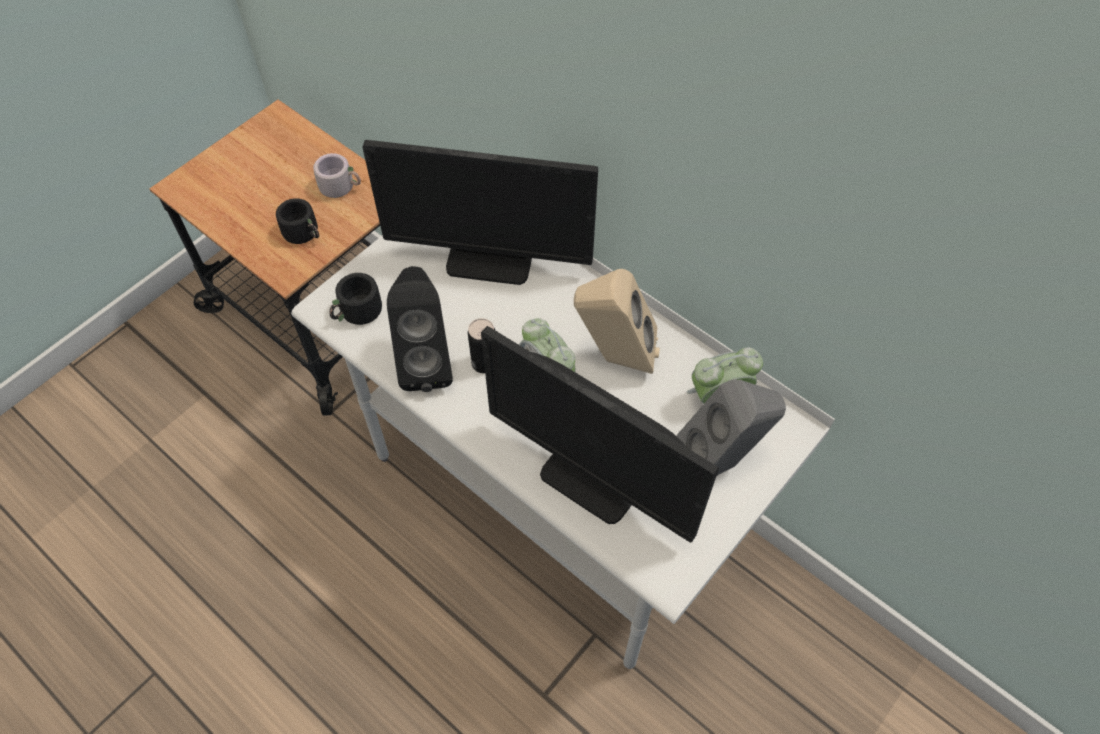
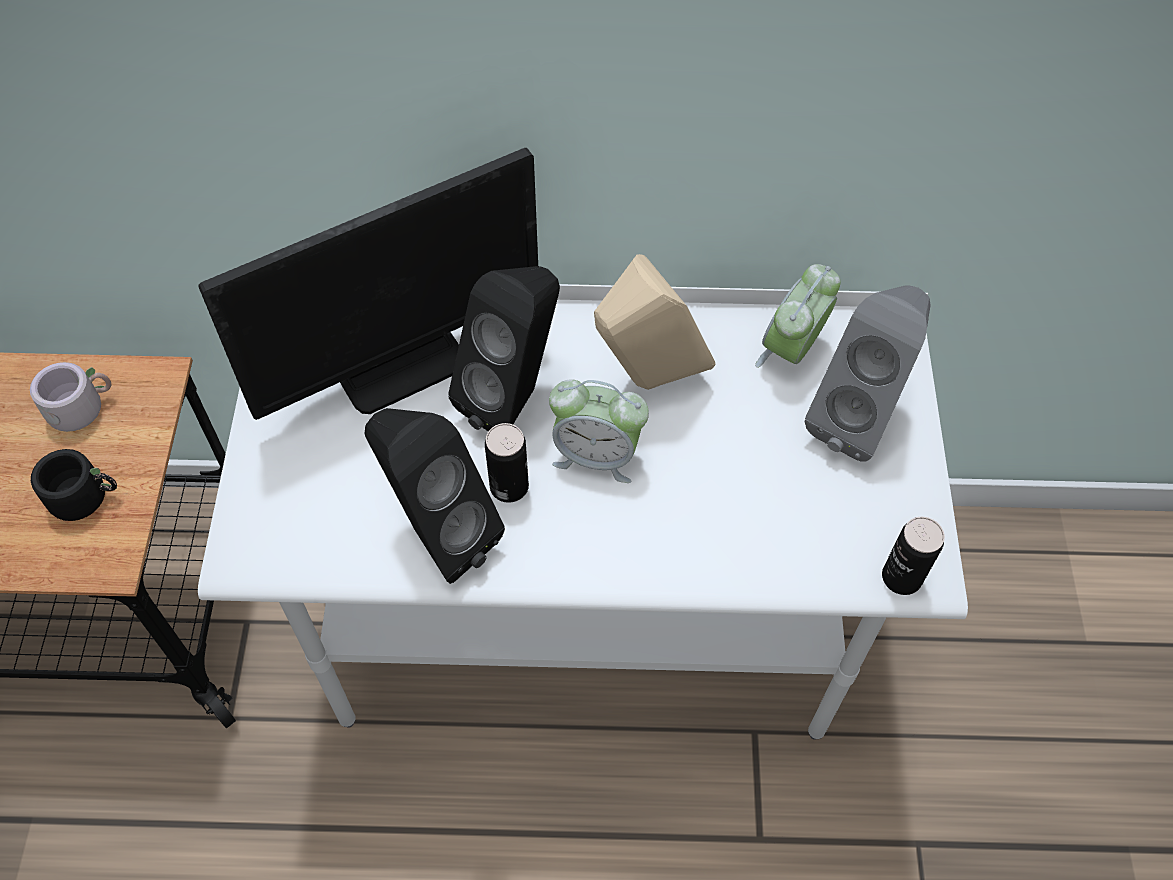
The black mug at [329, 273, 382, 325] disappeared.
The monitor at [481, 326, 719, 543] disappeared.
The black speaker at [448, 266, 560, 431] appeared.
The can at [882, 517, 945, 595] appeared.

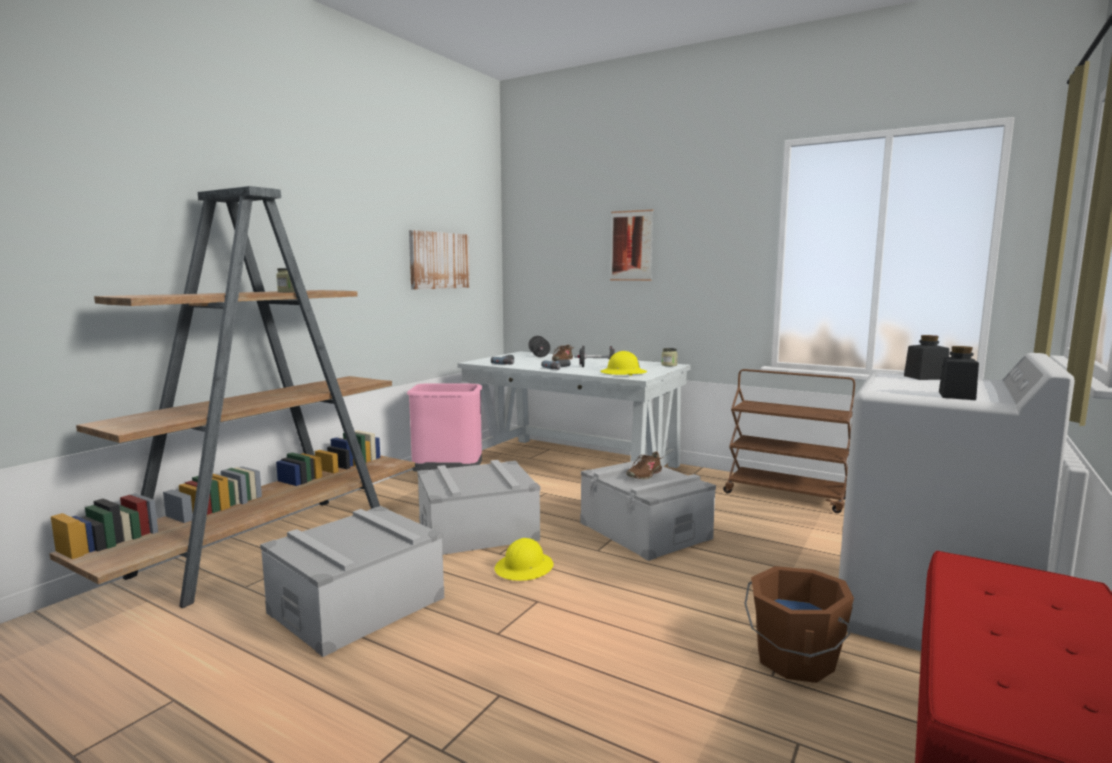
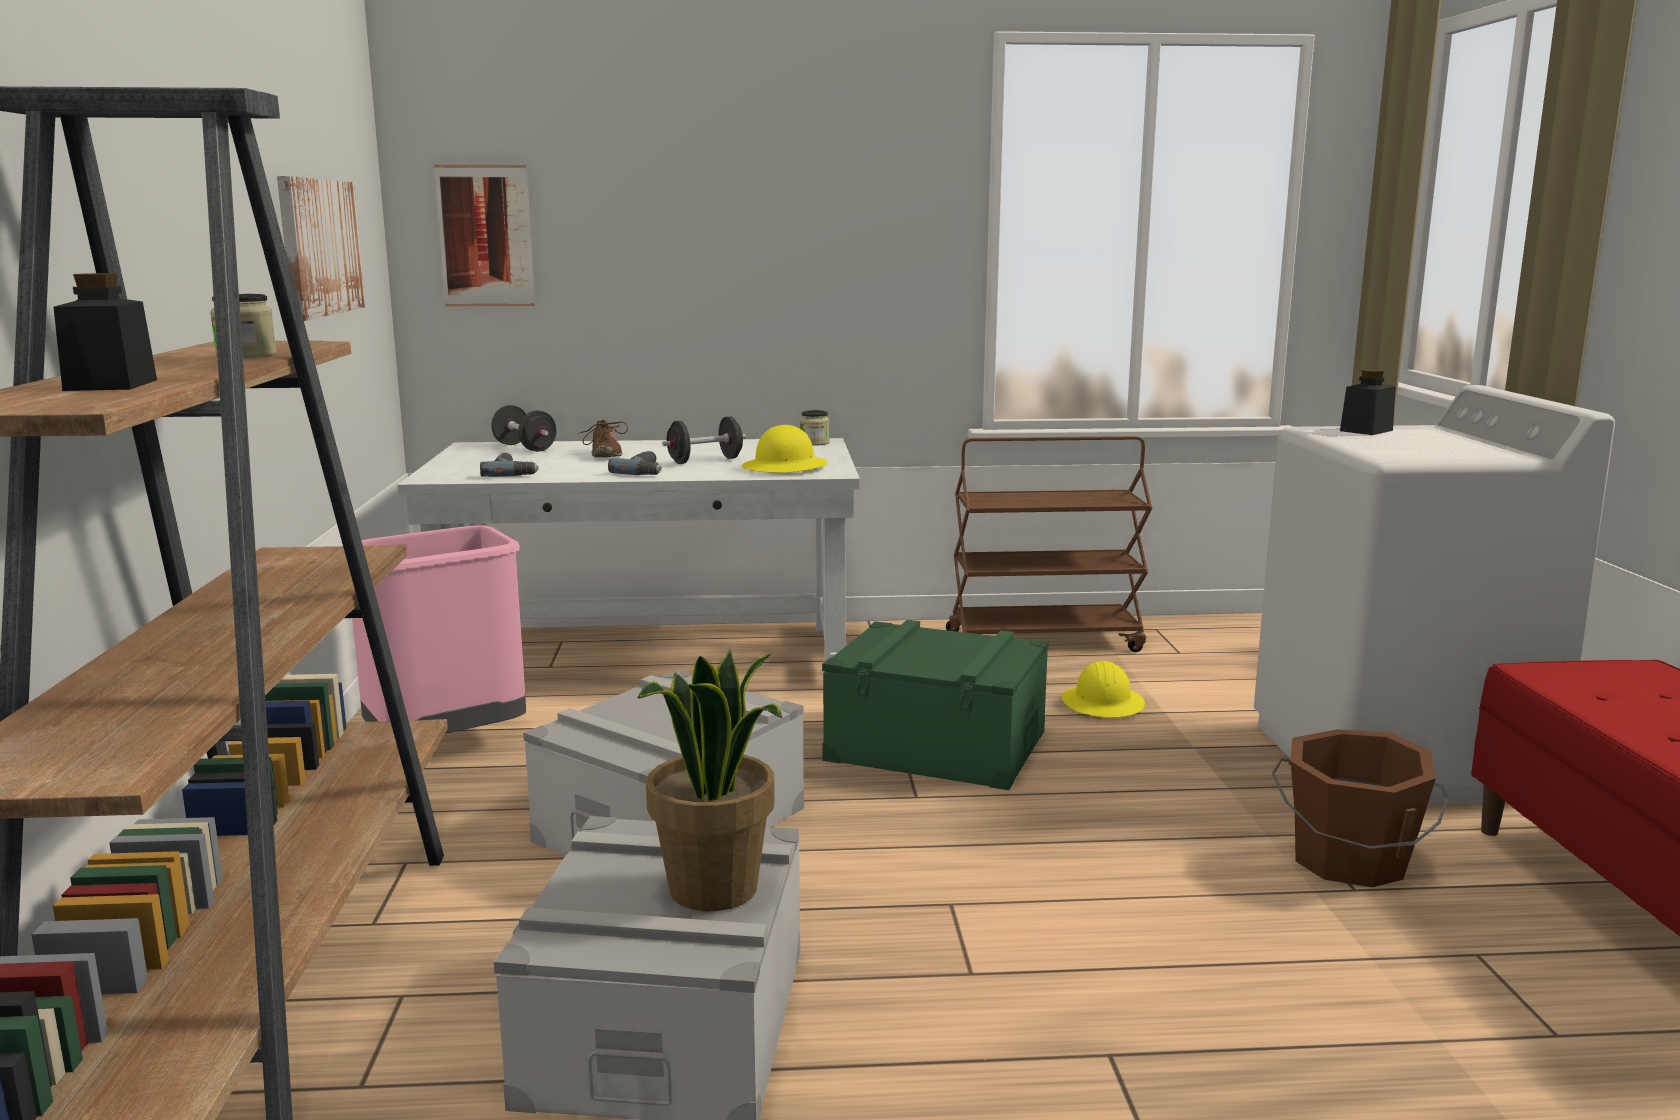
The yellow hard hat moved from [494, 538, 554, 581] to [1062, 661, 1145, 718].
The grey storage box at [580, 459, 716, 561] became the green storage box at [822, 620, 1049, 790].
The picture moved from [610, 210, 653, 281] to [434, 165, 535, 306].
The brown shoe at [626, 451, 663, 479] disappeared.
The black jar moved from [939, 346, 979, 400] to [54, 273, 157, 391].
The potted plant at [637, 650, 782, 911] appeared.

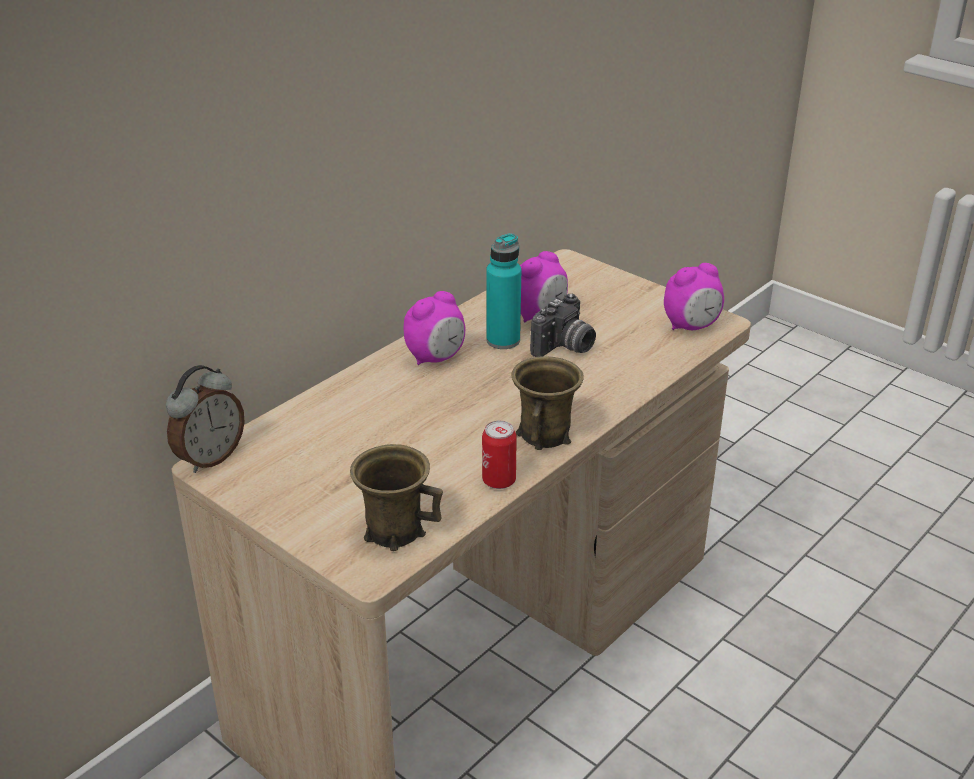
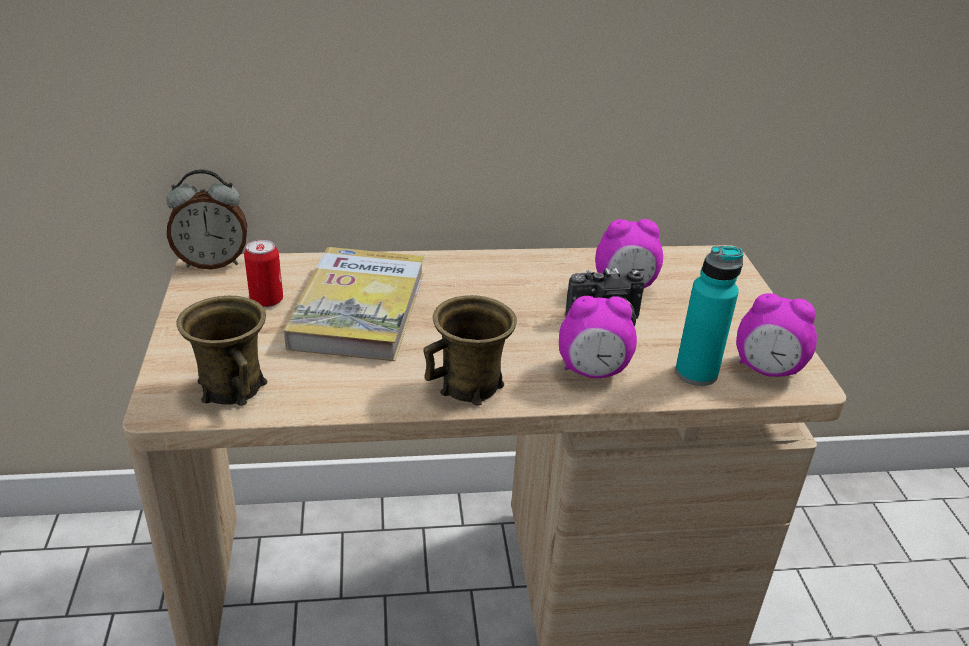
The alarm clock moved from [404, 291, 465, 365] to [559, 296, 637, 378].
The can moved from [482, 420, 517, 489] to [244, 239, 283, 307].
The turquoise bottle moved from [486, 233, 521, 349] to [675, 246, 744, 386].
The book at [284, 247, 424, 361] appeared.

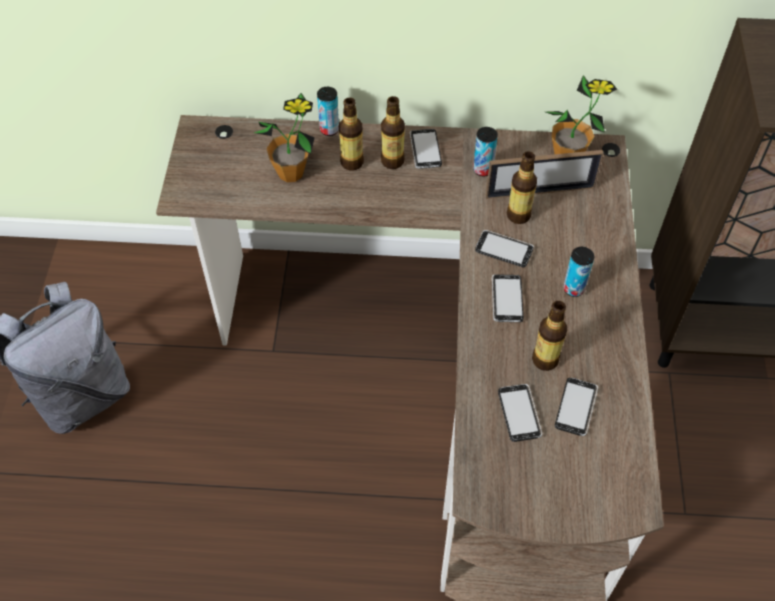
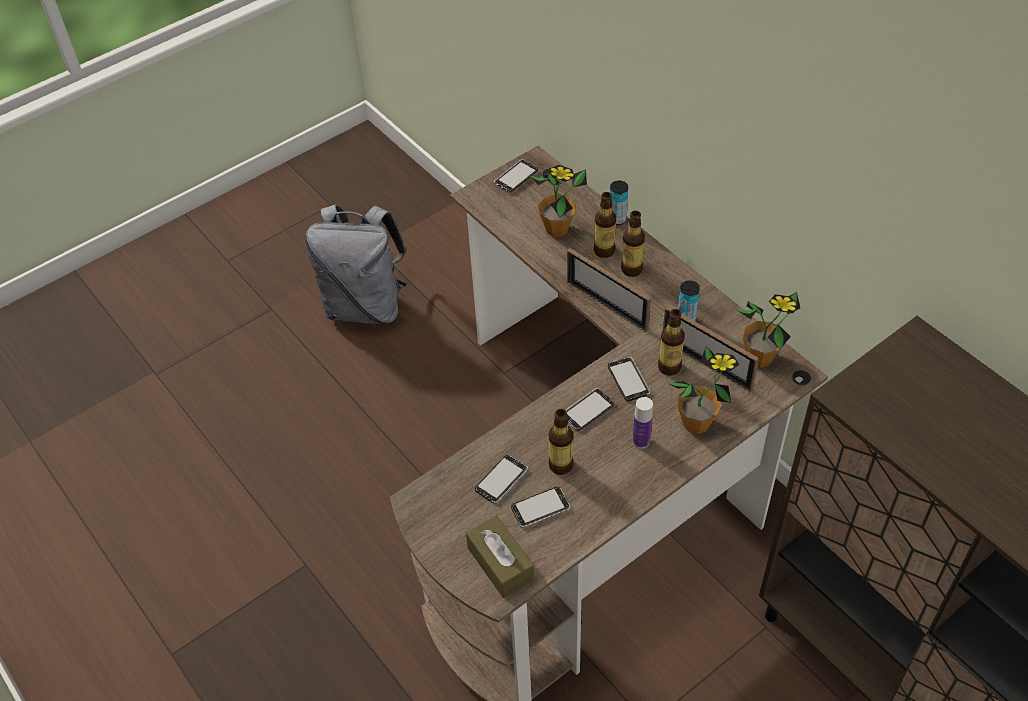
The phone moved from [410, 129, 442, 169] to [494, 160, 538, 192].
The can at [563, 247, 594, 297] was replaced by the bottle at [633, 397, 653, 448].
The brown tissue box at [466, 516, 534, 598] appeared.
The picture frame at [567, 248, 651, 333] appeared.
The potted plant at [668, 346, 740, 434] appeared.

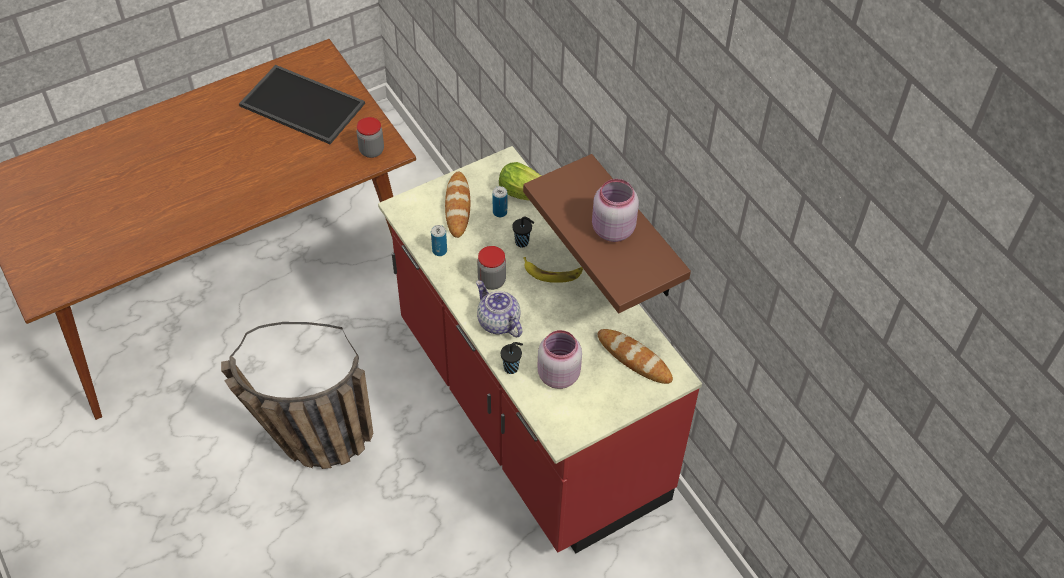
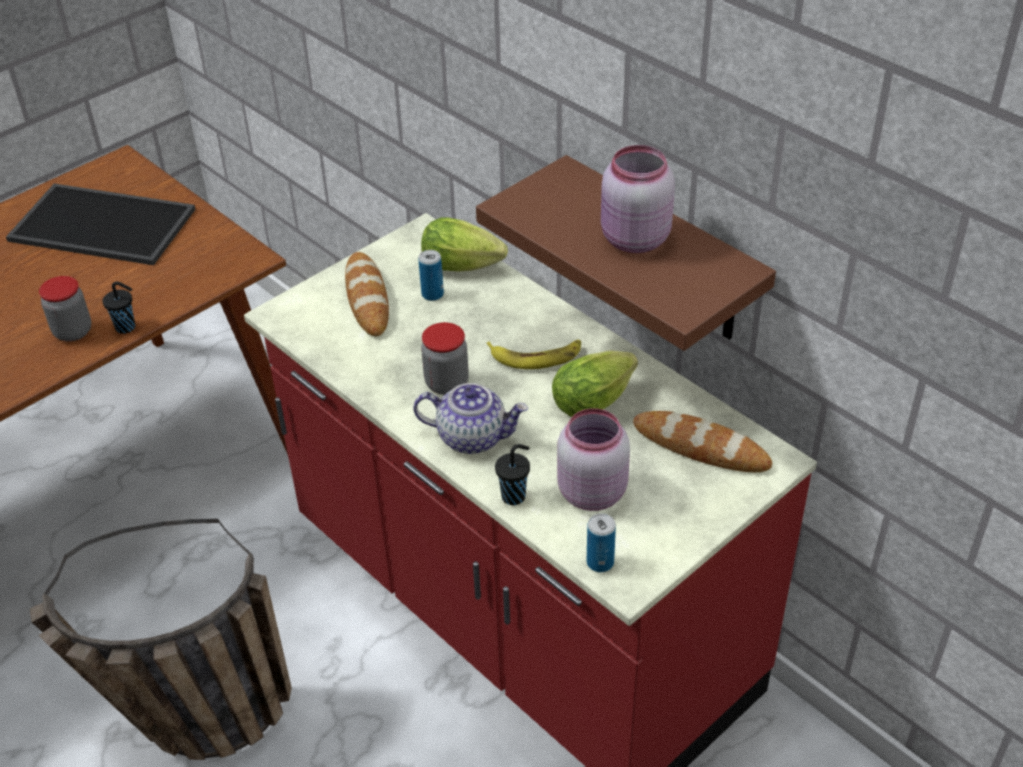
The jar moved from [357, 117, 384, 158] to [39, 276, 91, 342].
The can moved from [431, 225, 447, 256] to [587, 513, 616, 572].
The teapot at [476, 280, 522, 337] turned 150 degrees clockwise.
The black cup moved from [512, 217, 534, 248] to [102, 282, 135, 334].
The lettuce at [552, 350, 638, 417] appeared.

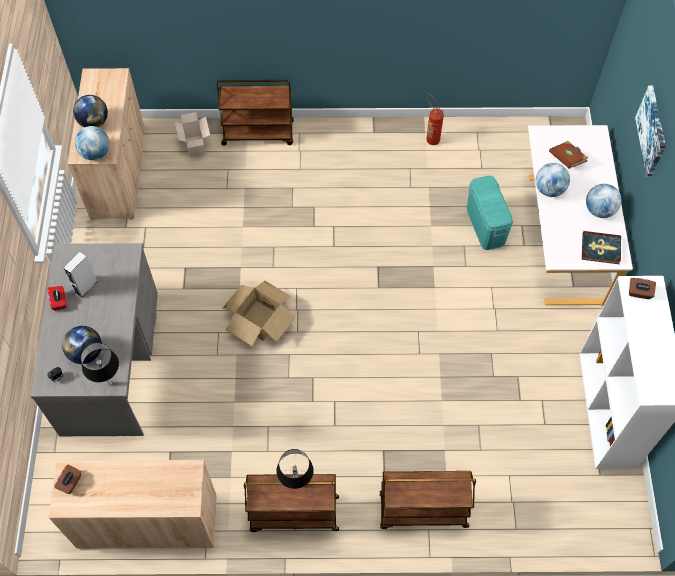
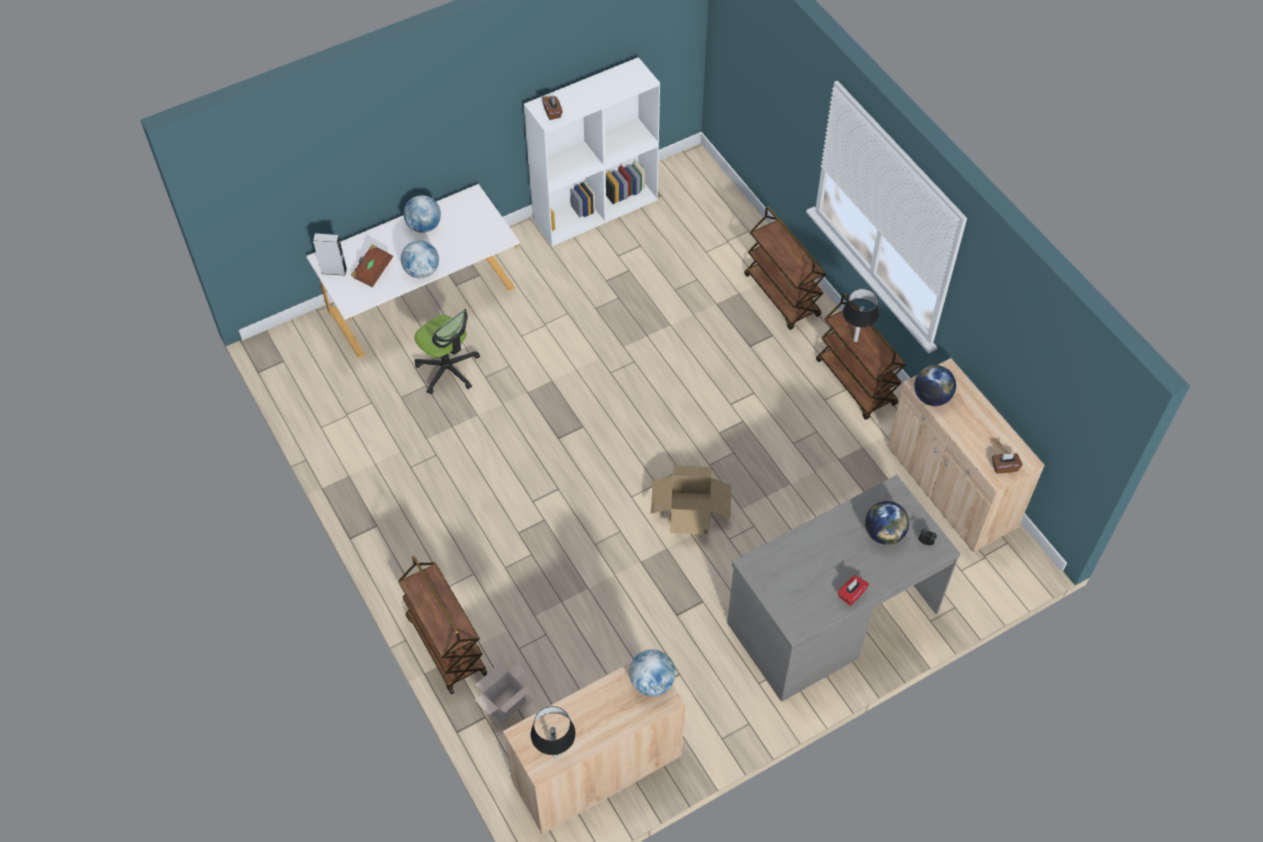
The grey speaker moved from [64, 251, 98, 297] to [313, 233, 347, 275].
The globe moved from [73, 95, 108, 127] to [914, 365, 956, 406].
The black table lamp moved from [81, 343, 119, 386] to [531, 706, 576, 757].
The fire extinguisher at [426, 93, 444, 145] disappeared.
The turquoise storage box at [467, 176, 513, 250] was replaced by the office chair at [414, 308, 480, 394].
The book at [582, 231, 621, 264] disappeared.
The picture at [635, 86, 666, 177] disappeared.

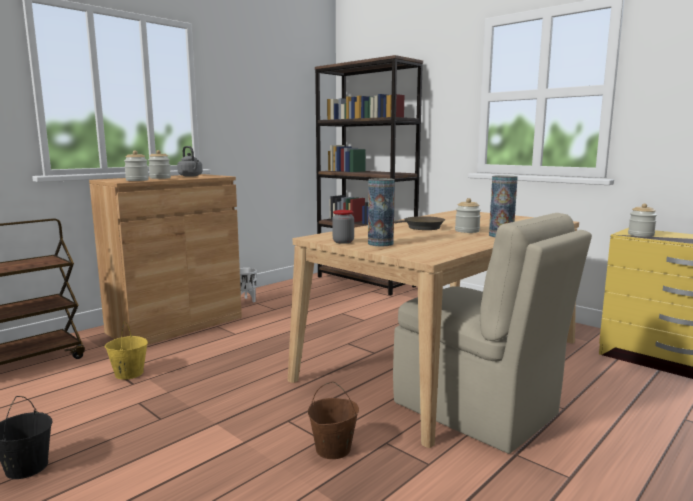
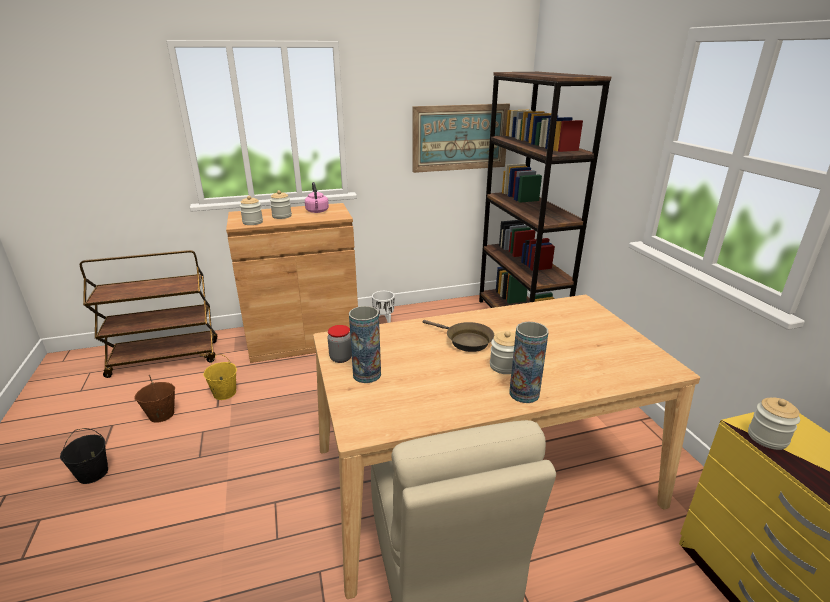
The grey kettle at [177, 146, 203, 177] became the pink kettle at [305, 182, 329, 213].
The brown bucket moved from [308, 381, 359, 459] to [134, 376, 175, 423].
The picture at [412, 103, 510, 173] appeared.

